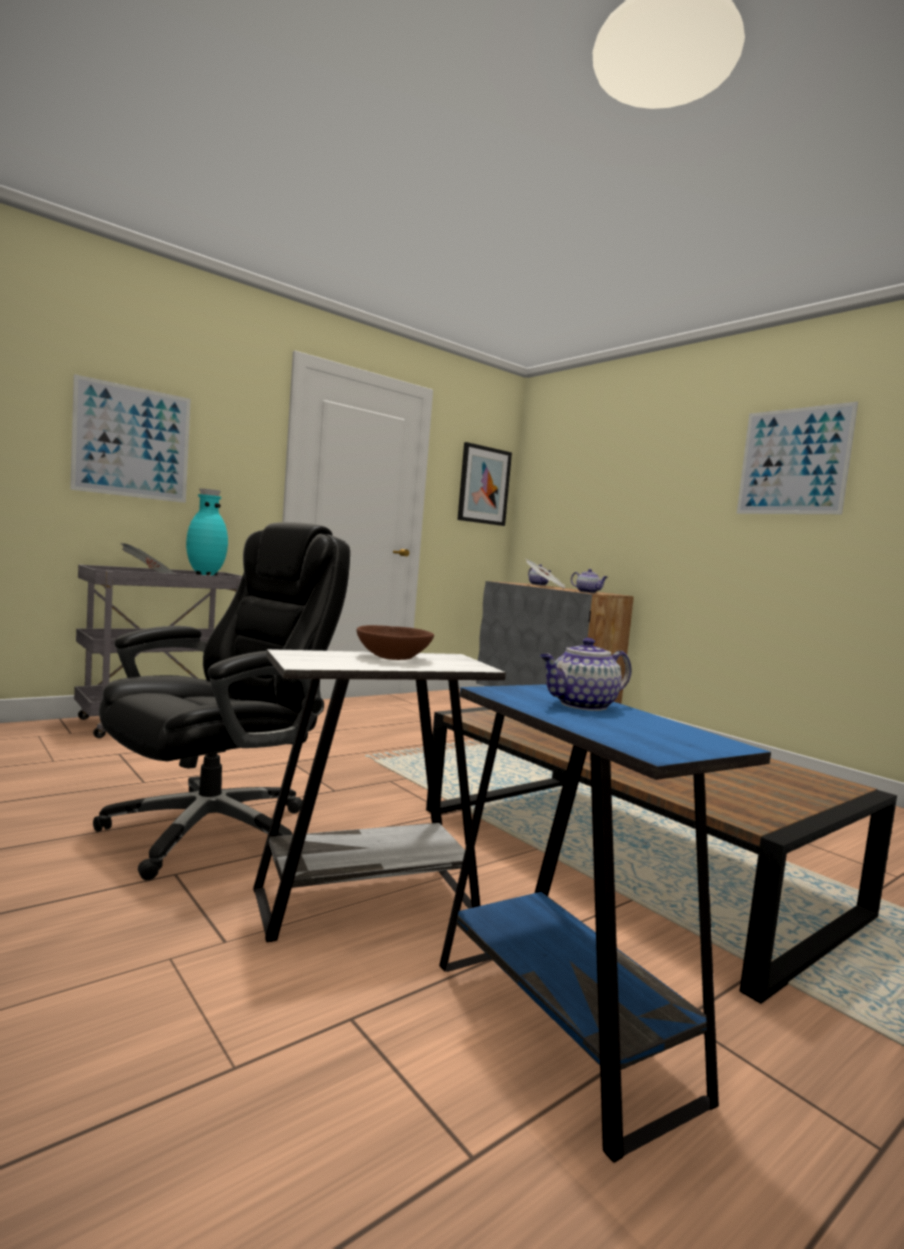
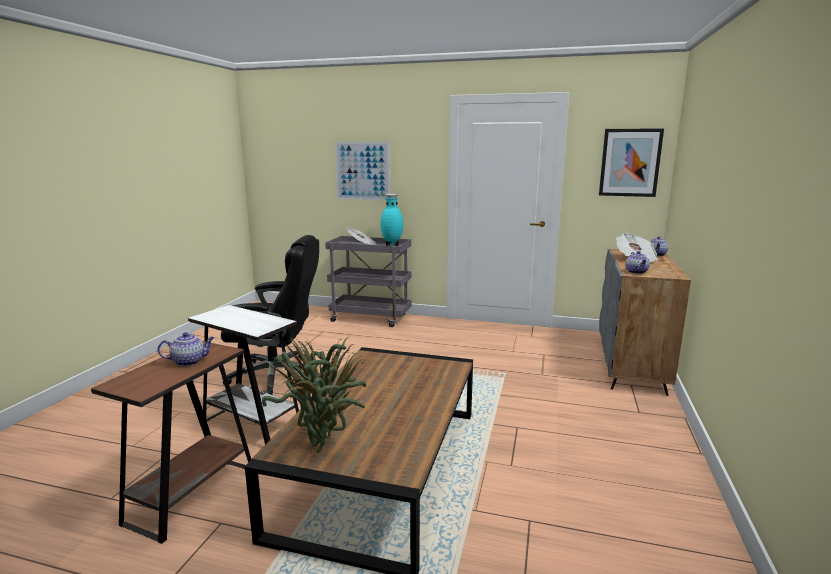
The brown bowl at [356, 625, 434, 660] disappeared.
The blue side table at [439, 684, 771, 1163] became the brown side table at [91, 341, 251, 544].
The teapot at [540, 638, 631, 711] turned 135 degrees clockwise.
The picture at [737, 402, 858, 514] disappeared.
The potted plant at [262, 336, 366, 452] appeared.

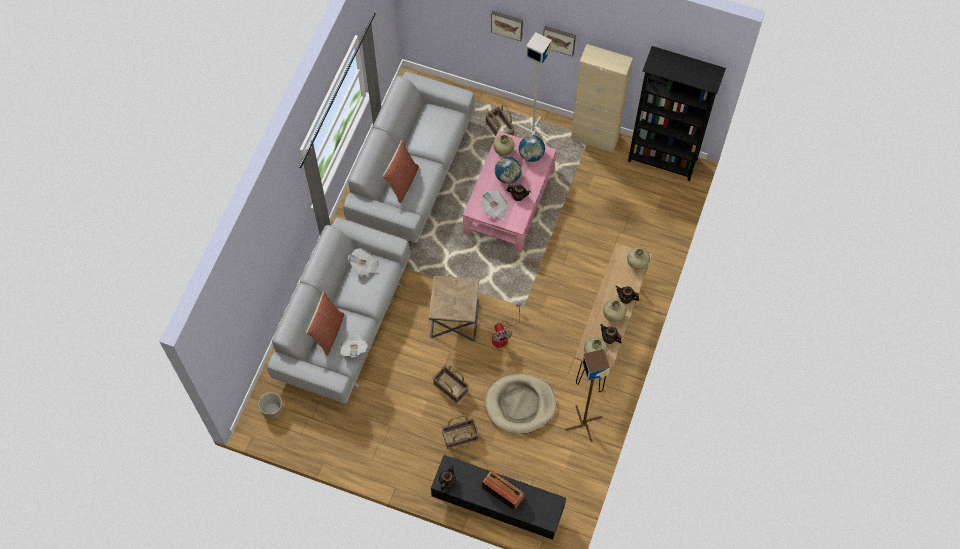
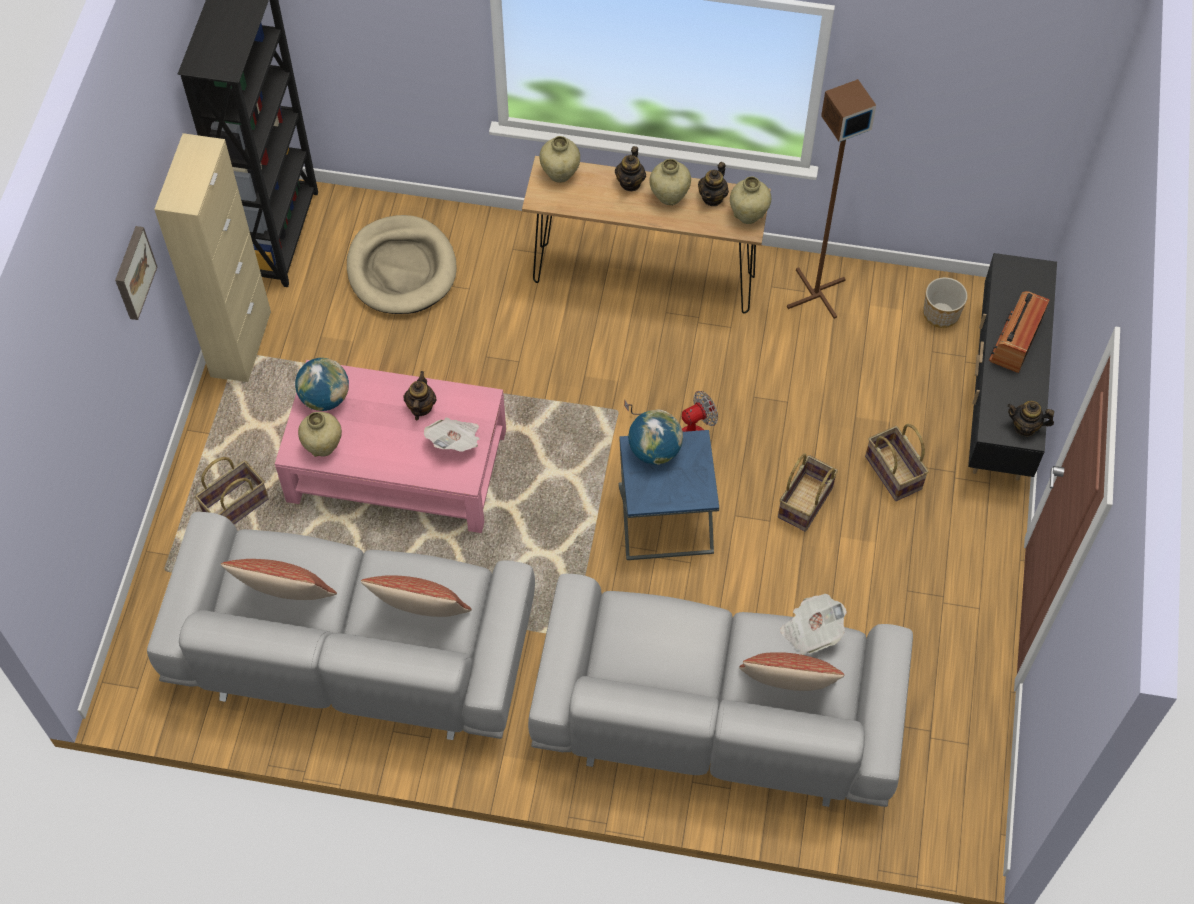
The planter moved from [258, 392, 283, 420] to [923, 277, 968, 328].
The newspaper at [348, 248, 378, 276] disappeared.
The brown side table at [429, 275, 479, 341] became the blue side table at [619, 430, 719, 560].
The beige dog bed moved from [485, 374, 556, 434] to [347, 215, 457, 314].
The picture at [491, 11, 523, 41] disappeared.
The globe moved from [495, 157, 521, 184] to [628, 409, 683, 465].
The grey floor lamp at [517, 32, 552, 138] disappeared.
The pillow at [221, 559, 337, 600] appeared.

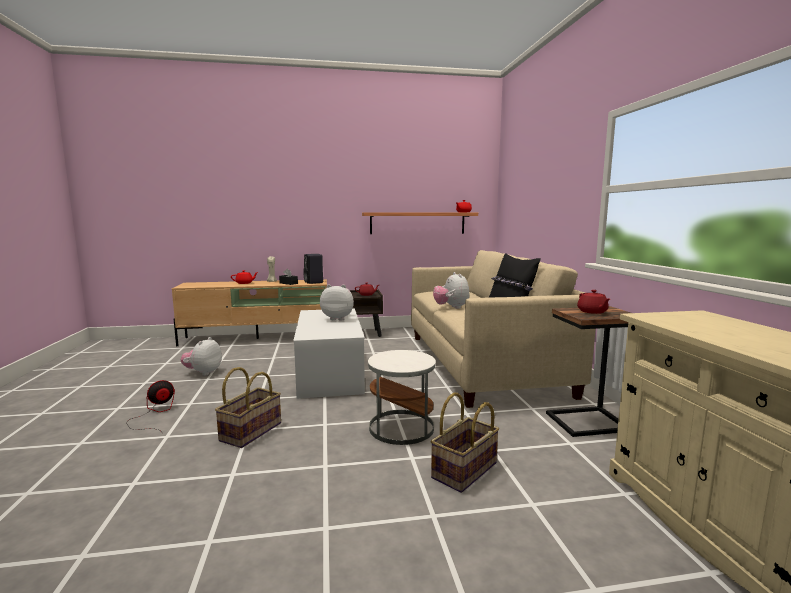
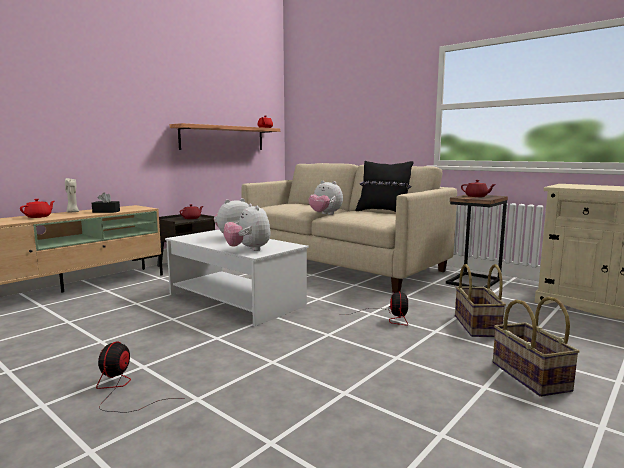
The plush toy moved from [180, 337, 222, 376] to [224, 204, 270, 251].
The basket moved from [215, 367, 281, 448] to [493, 296, 580, 397].
The black speaker at [303, 254, 323, 284] disappeared.
The white side table at [368, 350, 436, 445] was replaced by the fan at [341, 291, 408, 326].

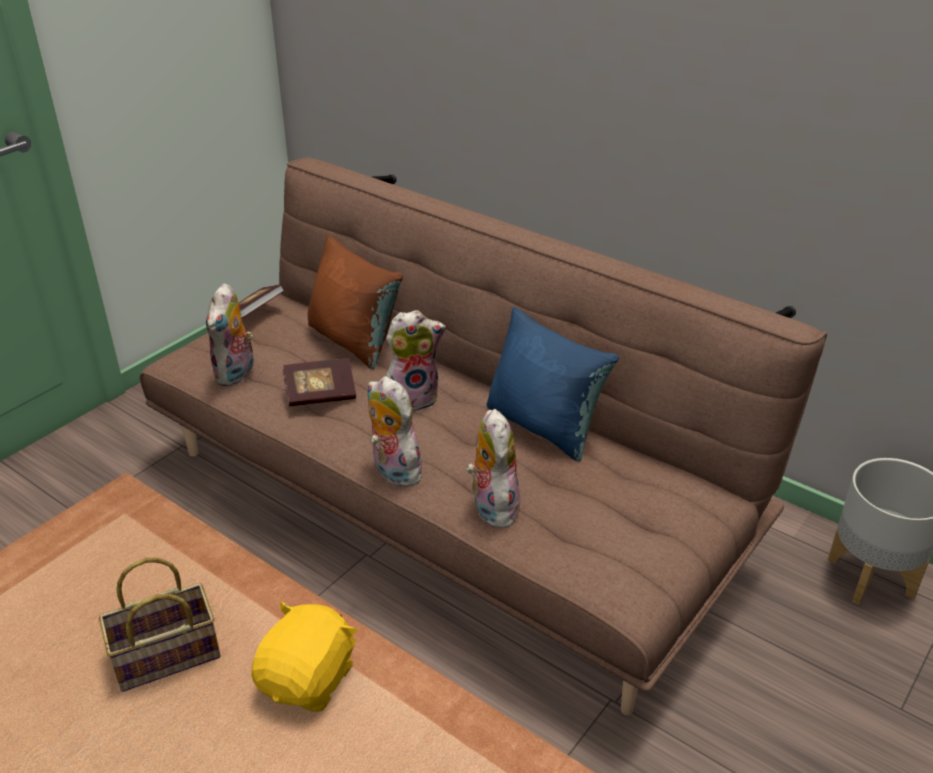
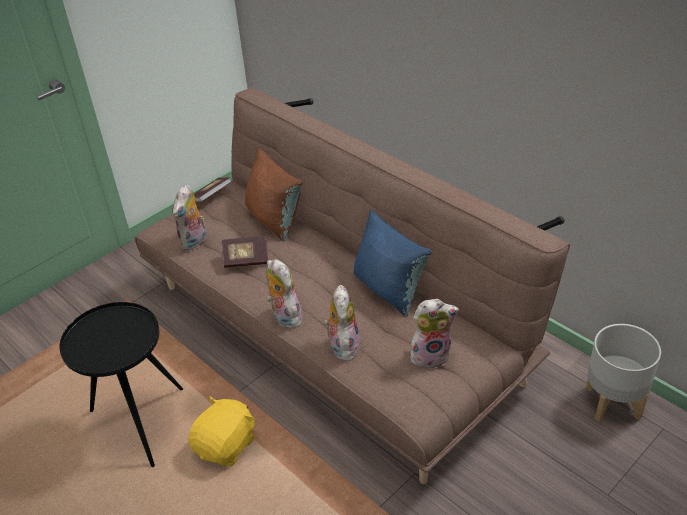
The basket at [99, 557, 221, 692] was replaced by the black side table at [59, 302, 183, 467].
The plush toy moved from [386, 310, 446, 412] to [410, 299, 459, 369].

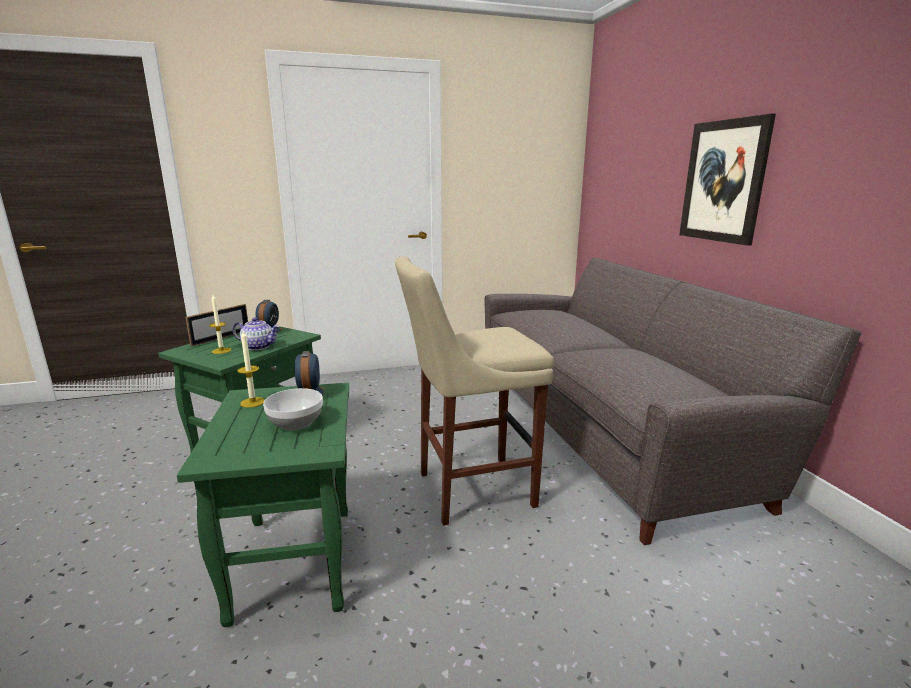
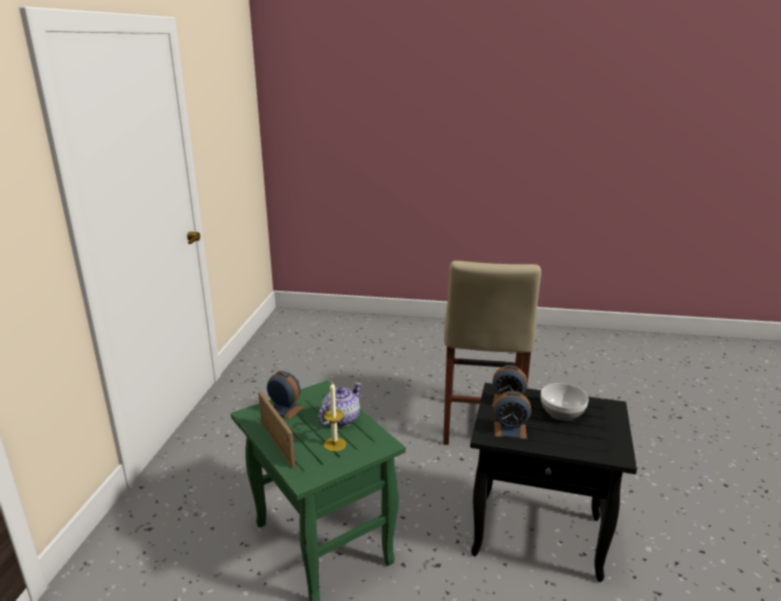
The green side table at [177, 383, 350, 627] became the black side table at [470, 383, 637, 582].
The candle at [237, 331, 265, 408] was replaced by the alarm clock at [494, 391, 531, 439].
The grey sofa at [485, 257, 861, 545] disappeared.
The picture at [679, 114, 776, 246] disappeared.

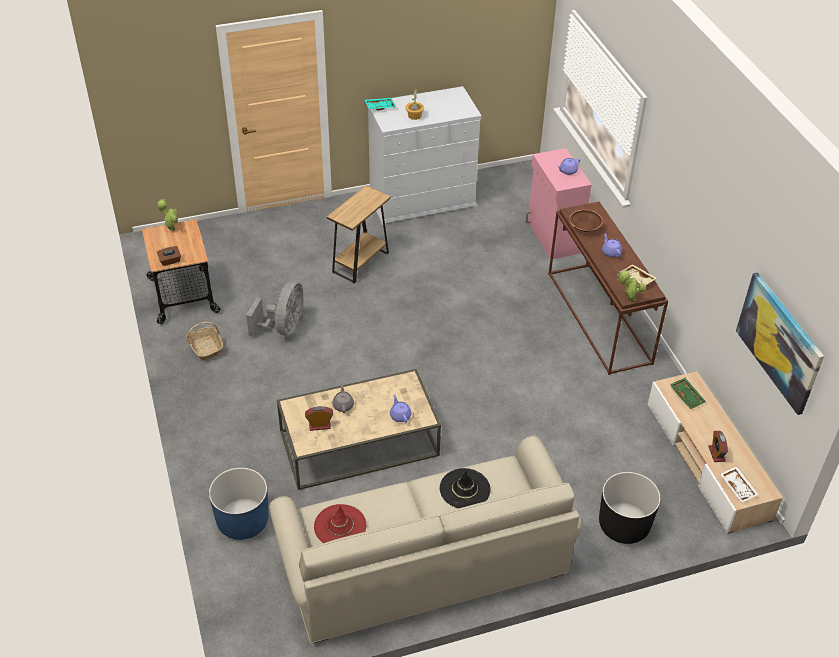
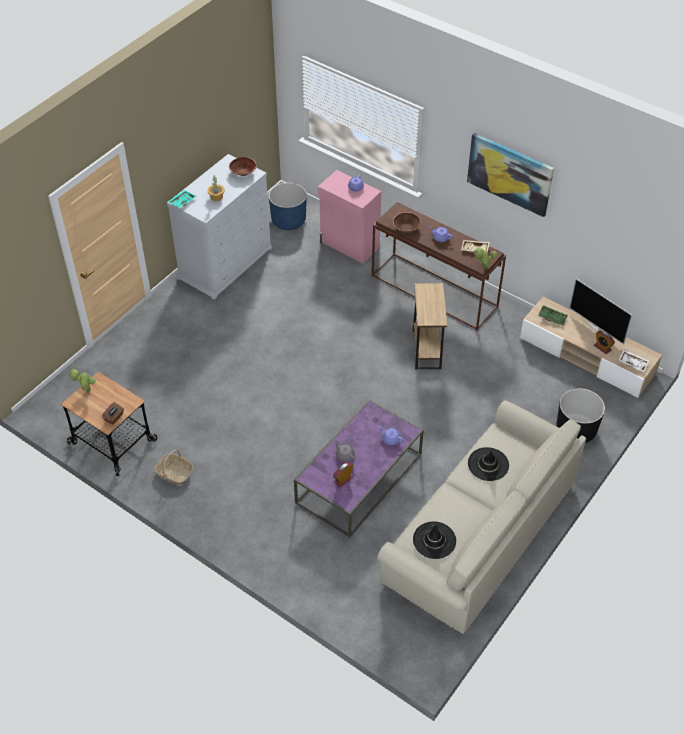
The blue planter moved from [209, 468, 269, 540] to [269, 183, 307, 230].
The grey fan at [246, 281, 304, 337] disappeared.
The beige coffee table at [277, 369, 441, 490] became the purple coffee table at [294, 399, 424, 537].
The red hat at [314, 504, 366, 543] became the black hat at [413, 521, 456, 559].
The brown side table moved from [327, 185, 391, 284] to [413, 283, 447, 370].
The picture moved from [736, 272, 824, 415] to [467, 133, 554, 217].
The brown bowl at [229, 157, 257, 176] appeared.
The television at [569, 278, 632, 344] appeared.

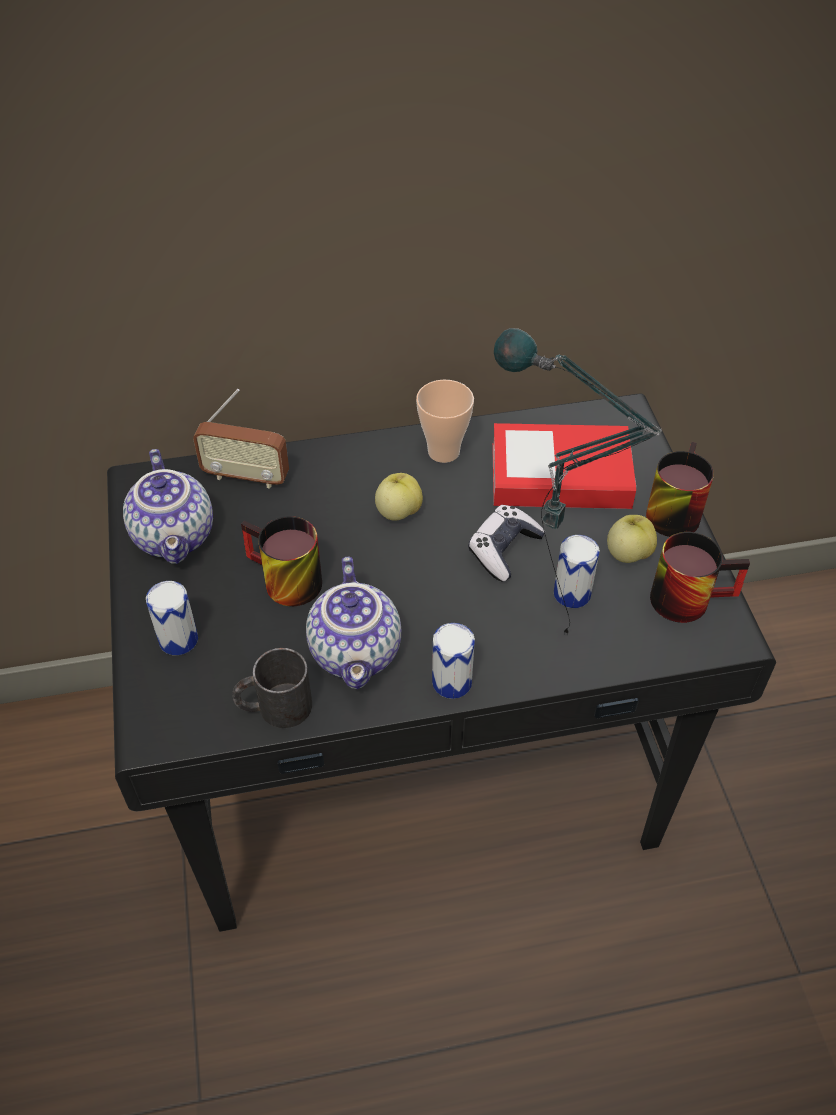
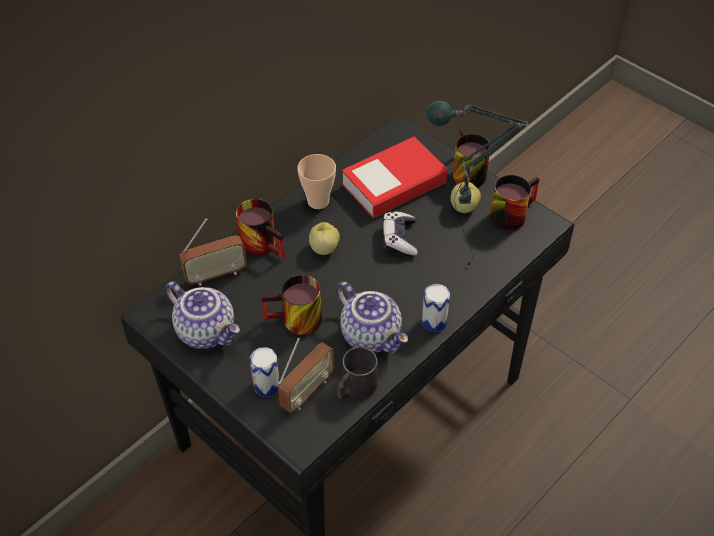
The can at [554, 535, 600, 608] disappeared.
The mug at [236, 199, 285, 259] appeared.
The radio at [278, 338, 334, 414] appeared.

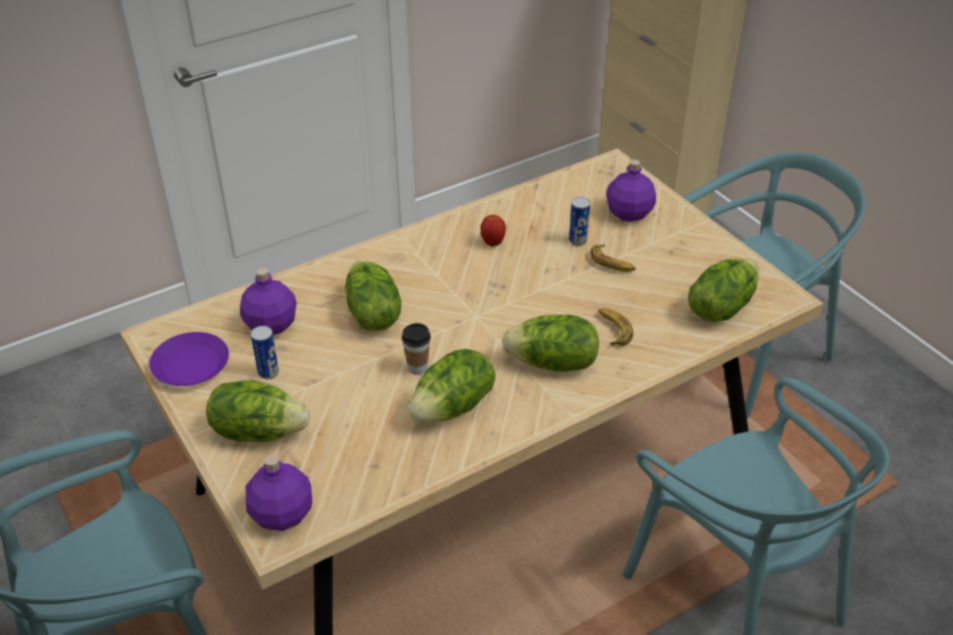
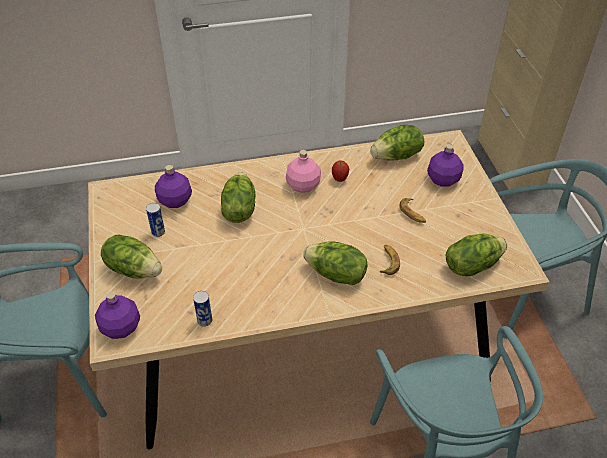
The purple plate at [149, 332, 229, 386] disappeared.
The cup at [402, 323, 431, 375] disappeared.
The lettuce moved from [408, 349, 495, 423] to [370, 125, 424, 161].
The can moved from [569, 197, 590, 246] to [193, 291, 212, 327].
The pink bottle at [286, 150, 321, 193] appeared.

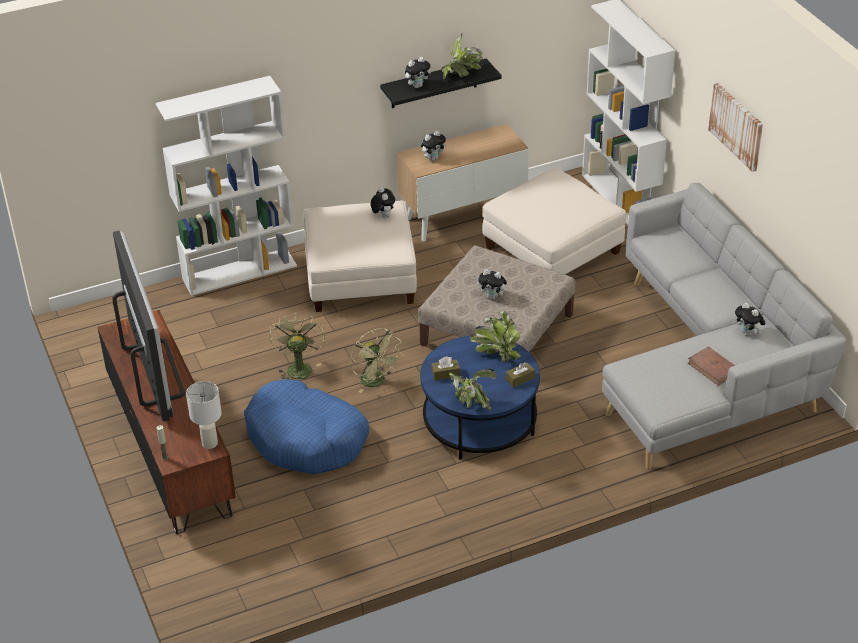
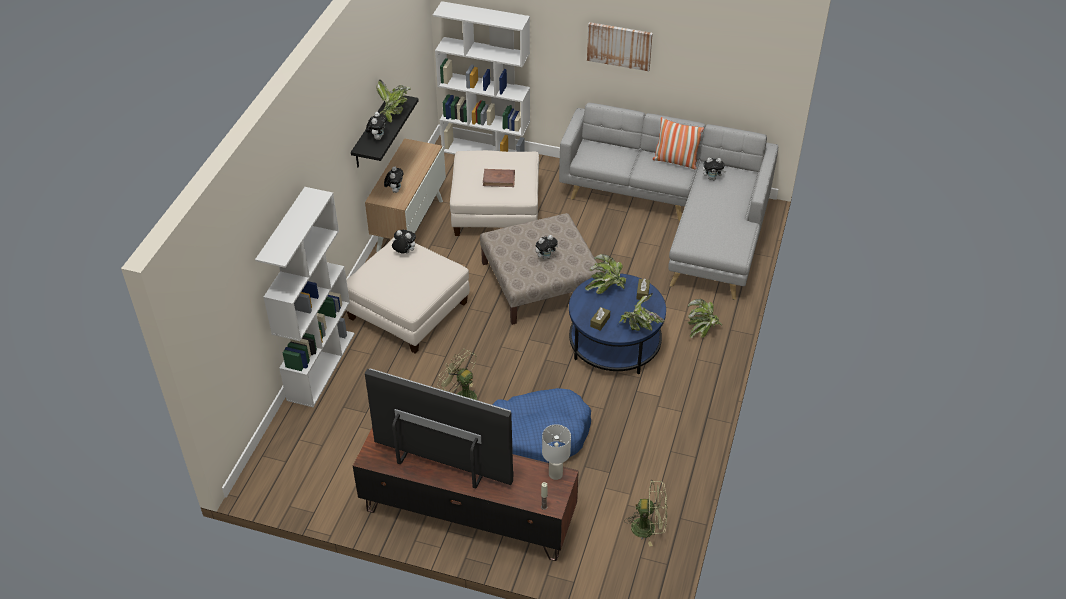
The green fan moved from [350, 328, 403, 393] to [624, 480, 667, 546].
The brown book moved from [688, 346, 735, 386] to [483, 169, 515, 187].
The pillow at [652, 117, 704, 169] appeared.
The potted plant at [687, 299, 722, 338] appeared.

